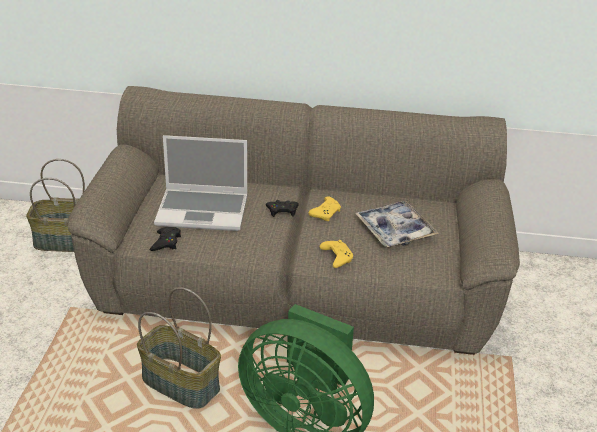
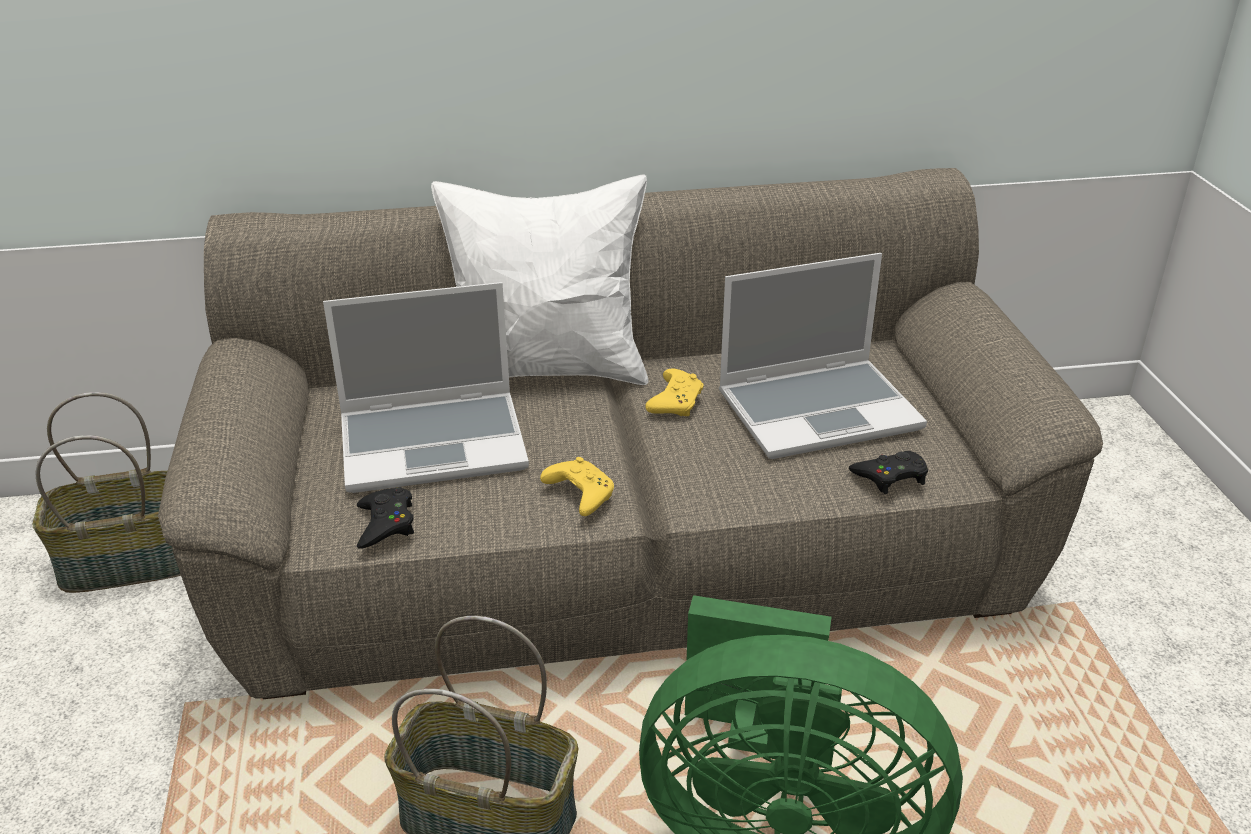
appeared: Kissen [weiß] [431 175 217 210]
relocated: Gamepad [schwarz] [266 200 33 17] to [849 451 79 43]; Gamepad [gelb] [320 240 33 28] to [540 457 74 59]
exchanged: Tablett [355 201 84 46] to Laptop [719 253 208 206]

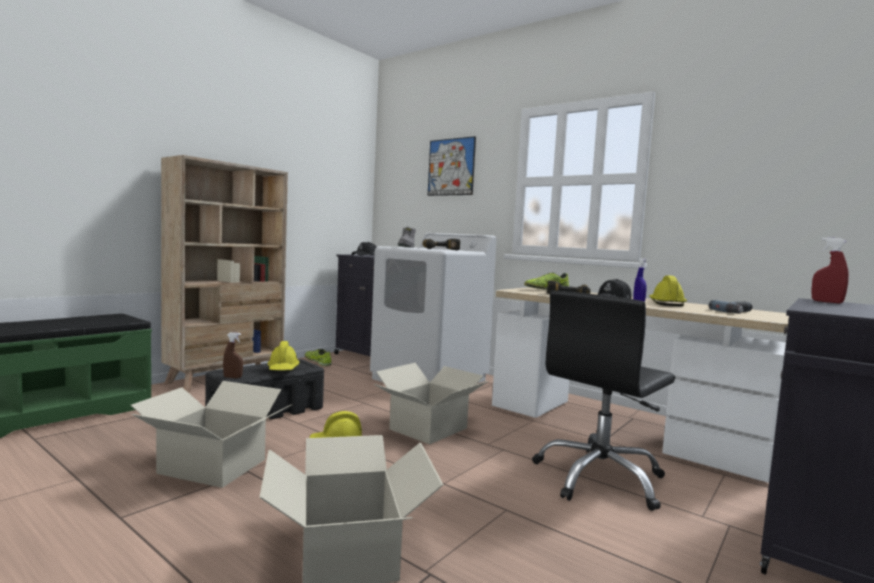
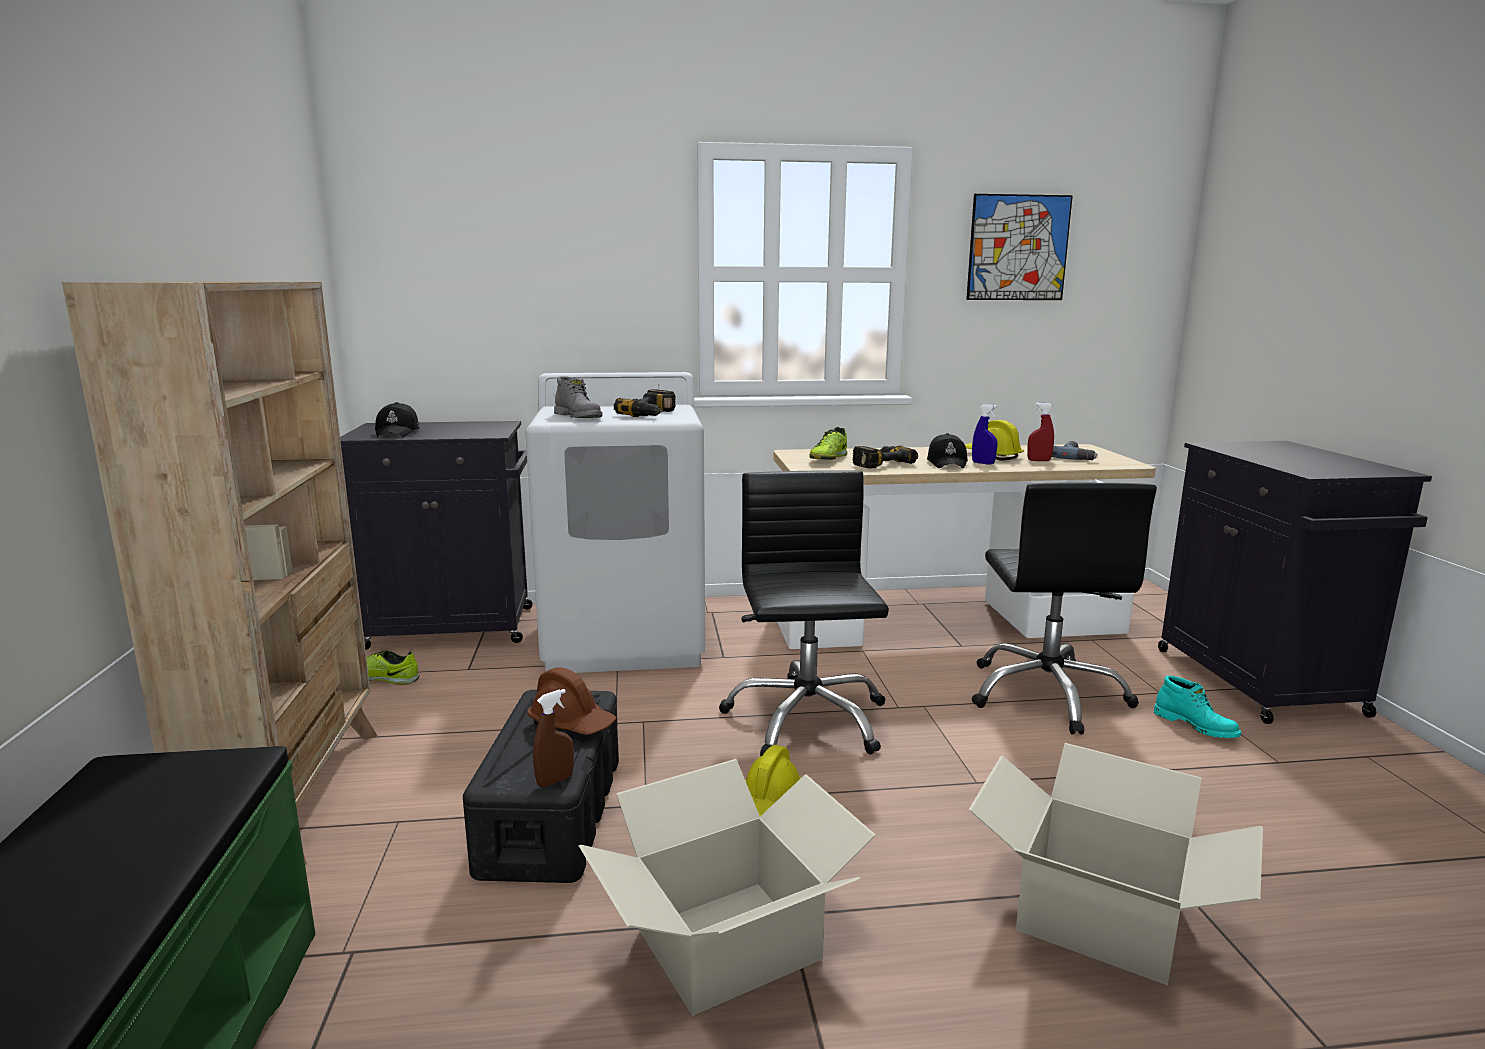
appeared: Stiefel [türkis] [1154 675 87 63]
relocated: Bild [427 136 49 60] to [966 194 107 106]; Sprühflasche [rot] [811 237 38 66] to [1027 402 27 59]
exchanged: Karton [374 363 114 81] to Bürostuhl [schwarz] [719 470 170 286]
colour: Schutzhelm [gelb] [267 341 32 30] to Schutzhelm [braun] [527 667 89 68]

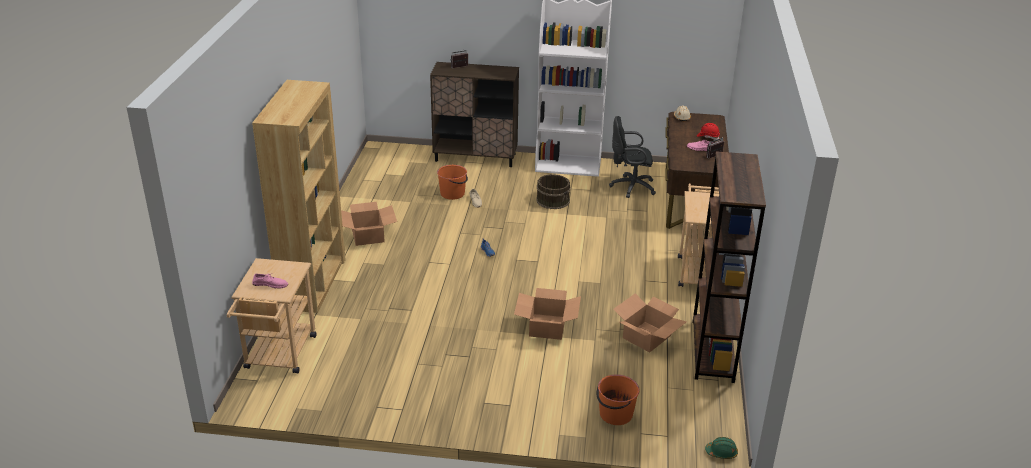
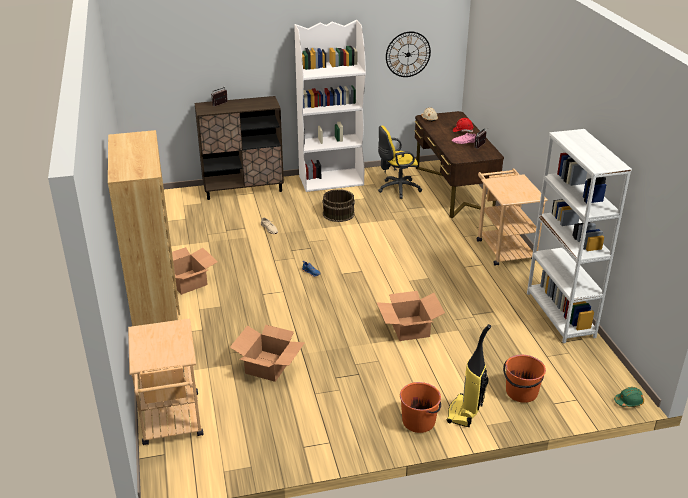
missing: Schuh [rosa] [252 273 36 16]
appeared: Wanduhr [386 31 45 46]; Staubsauger [447 324 44 103]
relocated: Eimer [orange] [437 165 31 35] to [400 382 41 51]; Karton [613 293 74 59] to [230 325 75 57]
colour: Bürostuhl [schwarz] [609 116 47 82] to Bürostuhl [gelb] [378 126 44 73]; Bücherregal [braun] [693 152 73 231] to Bücherregal [weiß] [527 129 105 214]

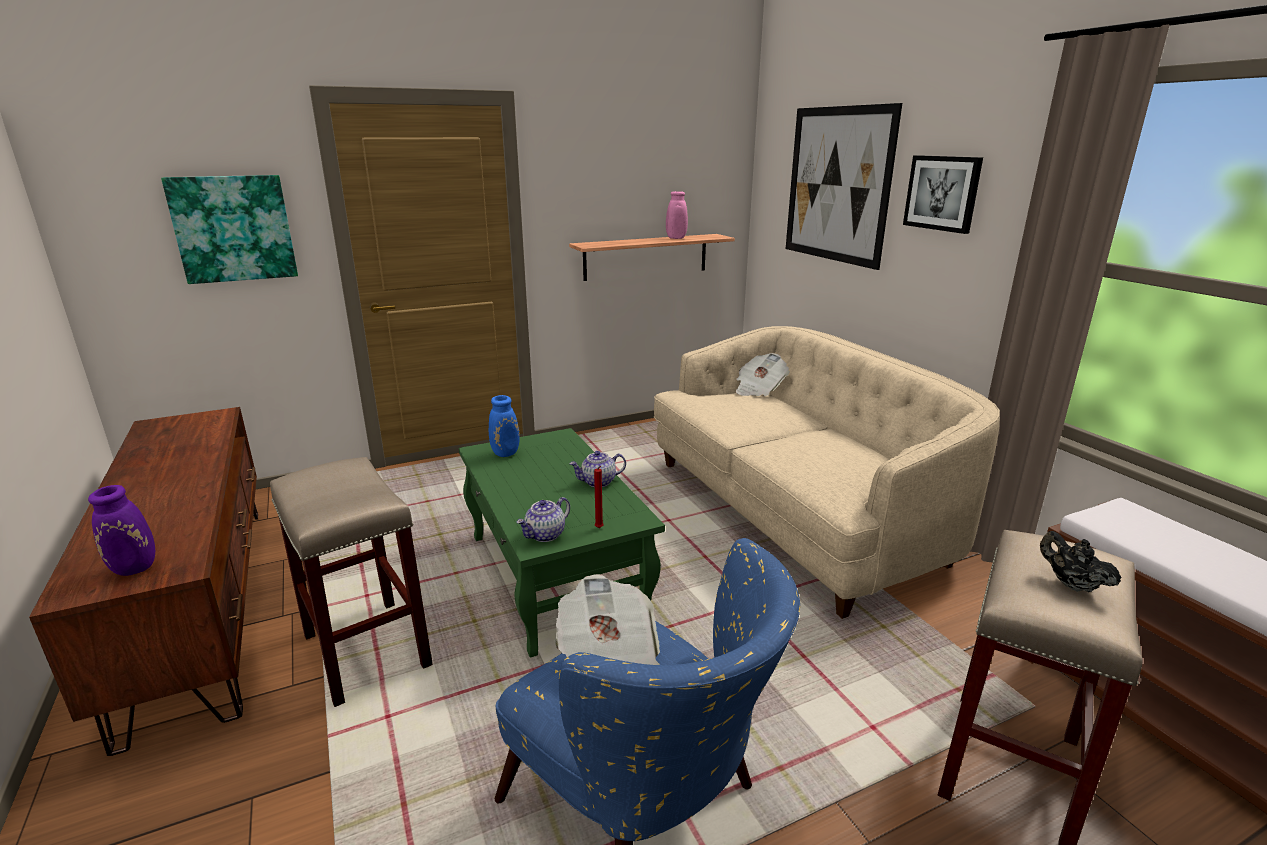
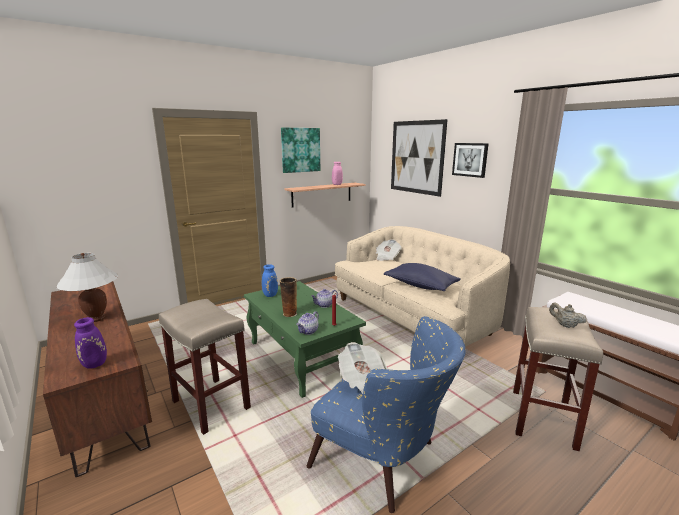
appeared: Tischlampe [weiß] [57 253 61 69]; Vase [279 277 18 40]; Kissen [blau] [384 263 77 28]
relocated: Bild [161 175 137 109] to [281 128 39 45]
colour: Teekanne [schwarz] [1040 531 82 61] to Teekanne [beige] [549 302 38 26]

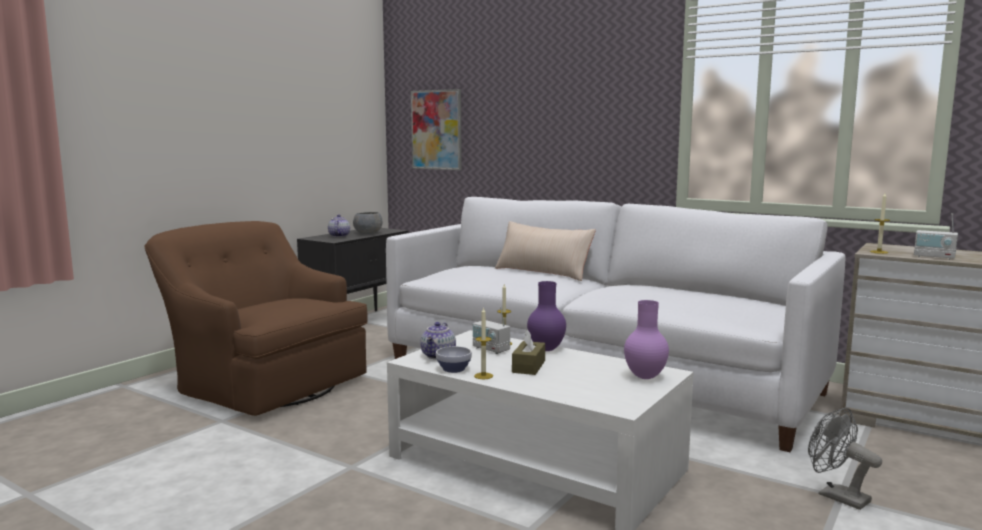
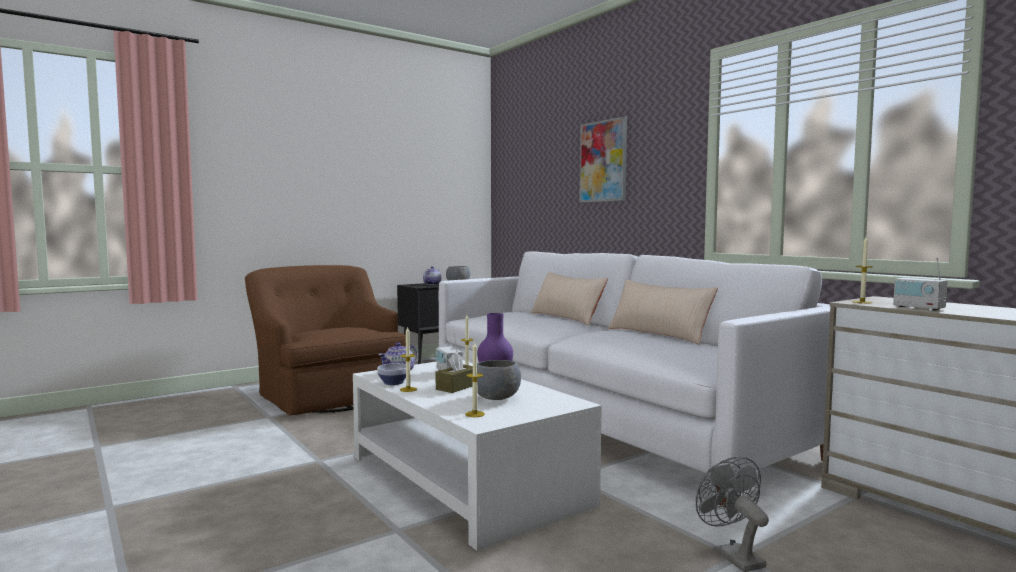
missing: Vase [lila] [624 300 45 79]
appeared: Kerze [465 343 20 74]; Schüssel [grau] [477 360 44 40]; Kissen [beige] [608 279 110 66]
relocated: Bild [411 89 51 81] to [579 116 48 87]

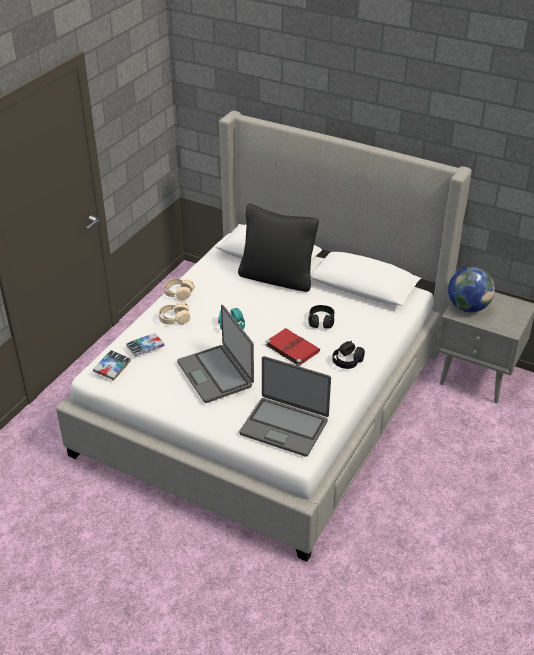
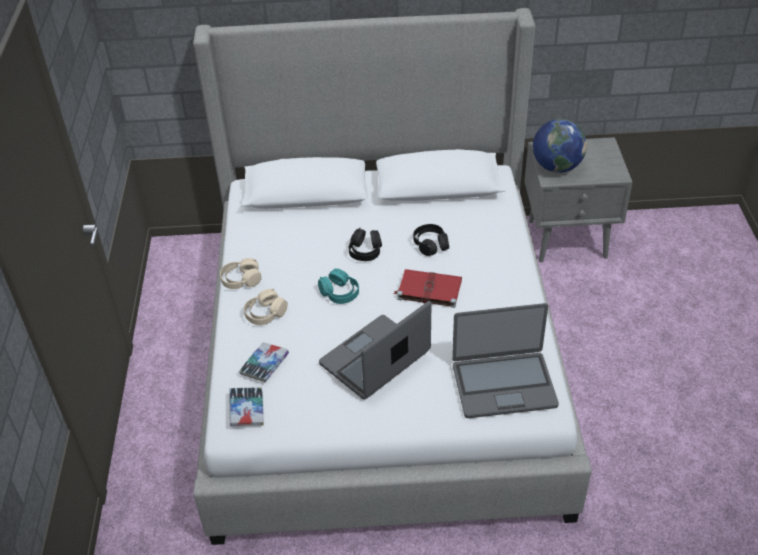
missing: Kissen [schwarz] [238 204 81 88]
relocated: Kopfhörer [schwarz] [332 341 33 28] to [349 228 33 33]
spun: Laptop [177 305 77 98] = [319 301 112 98] 105 degrees clockwise

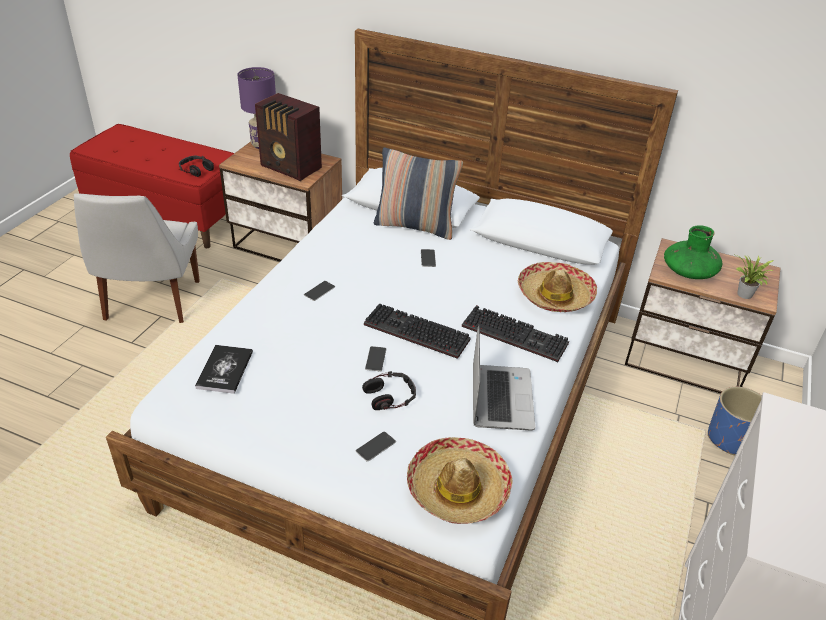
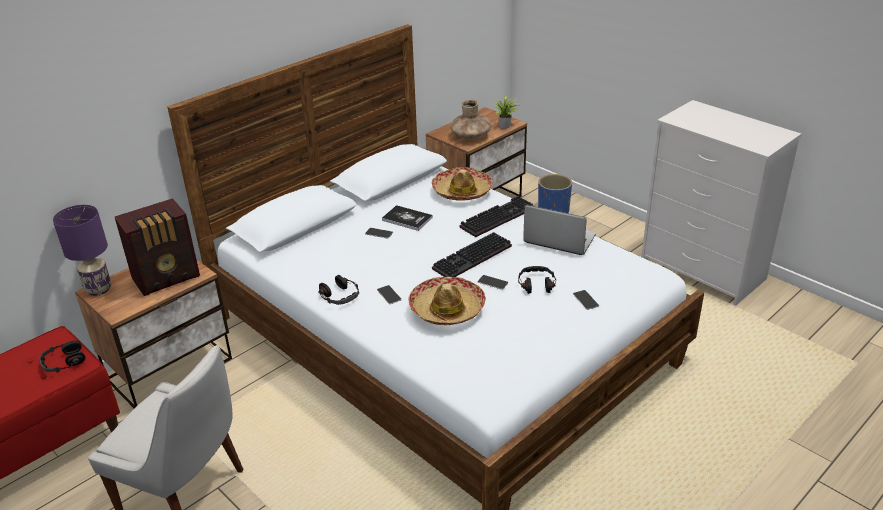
missing: Kissen [374 148 89 92]
appeared: Kopfhörer [318 275 41 30]
relocated: Buch [195 345 58 49] to [382 205 51 26]; Hut [407 437 106 87] to [408 277 78 48]
colour: Vase [grün] [664 225 58 54] to Vase [braun] [450 100 41 40]

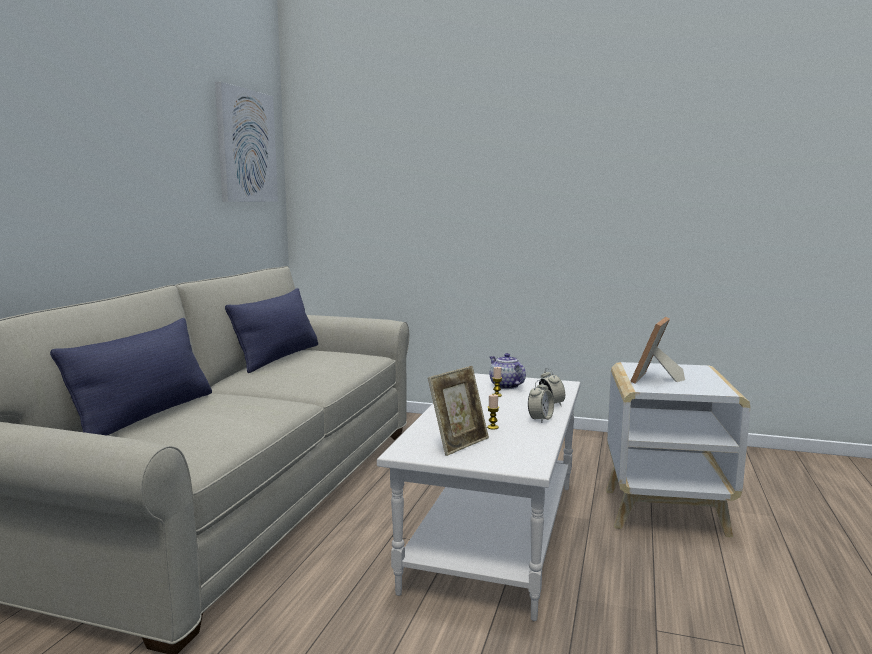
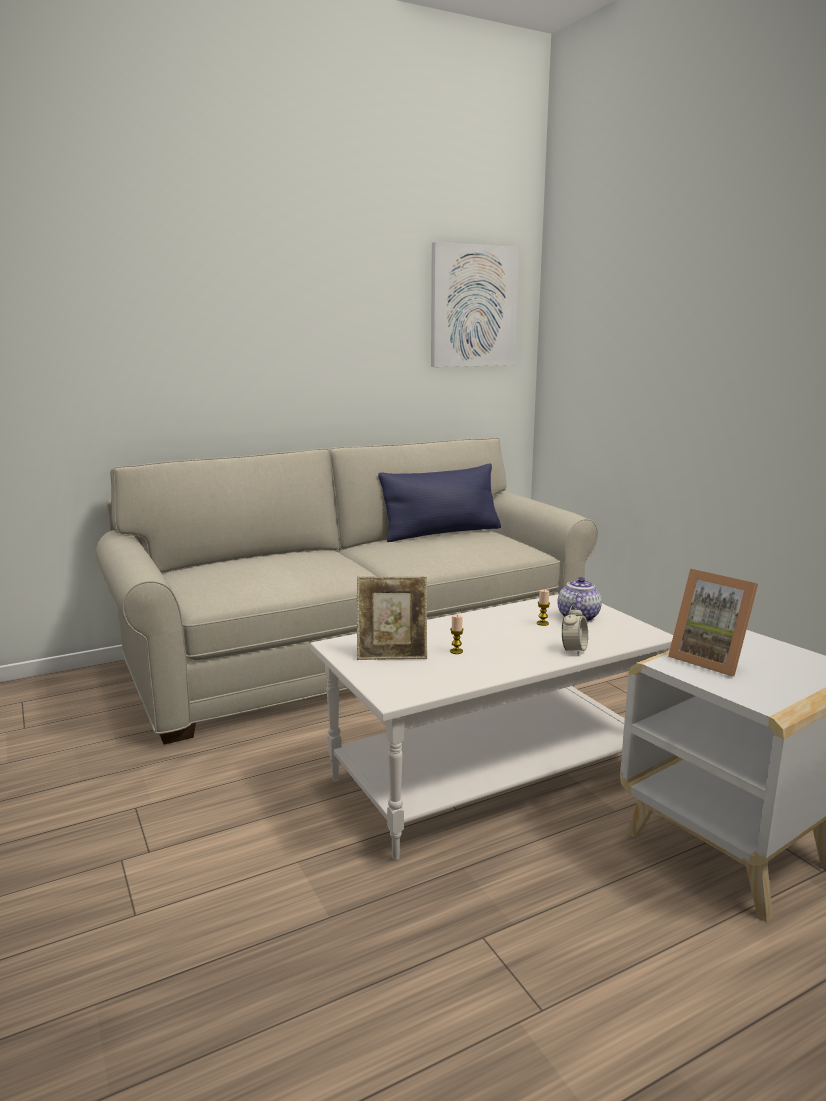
missing: Kissen [blau] [50 318 162 117]; Wecker [528 380 26 43]
spun: Bilderrahmen [630 317 55 67] = [668 569 90 107] 120 degrees counterclockwise

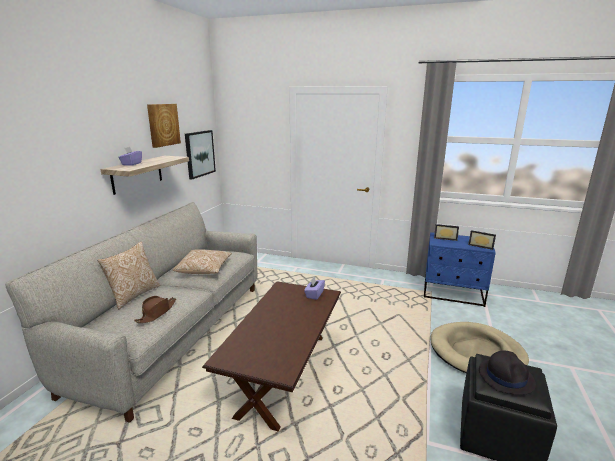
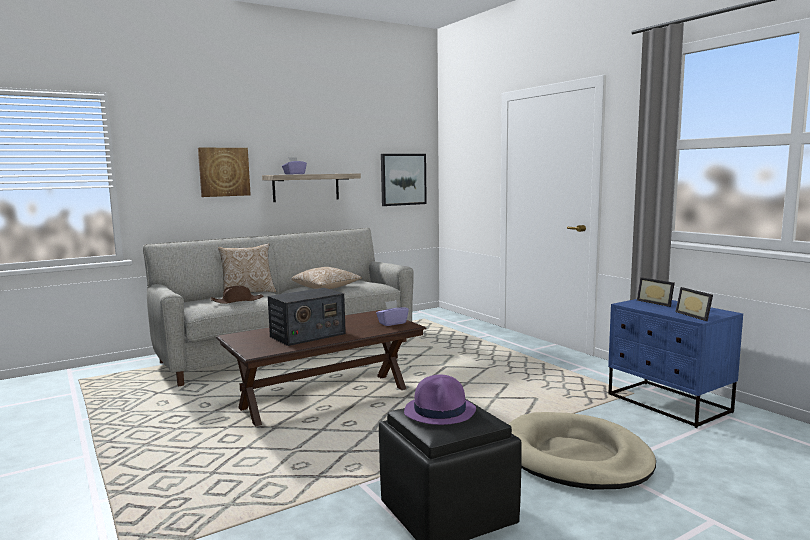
appeared: Radio [268 288 78 58]
relocated: Bild [147 104 34 44] to [198 148 53 49]
colour: Hut [schwarz] [479 351 57 44] to Hut [lila] [404 375 72 50]

